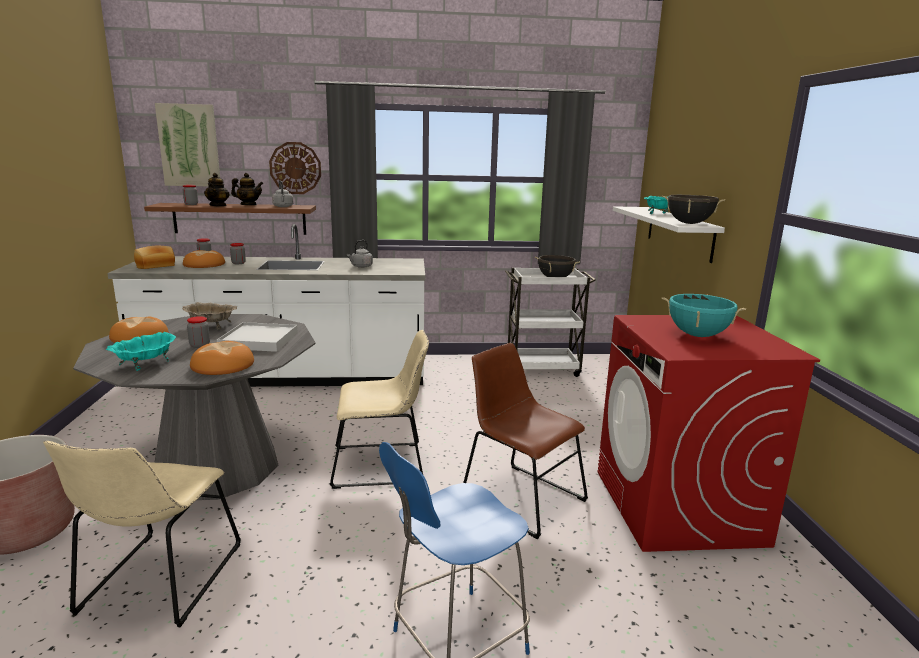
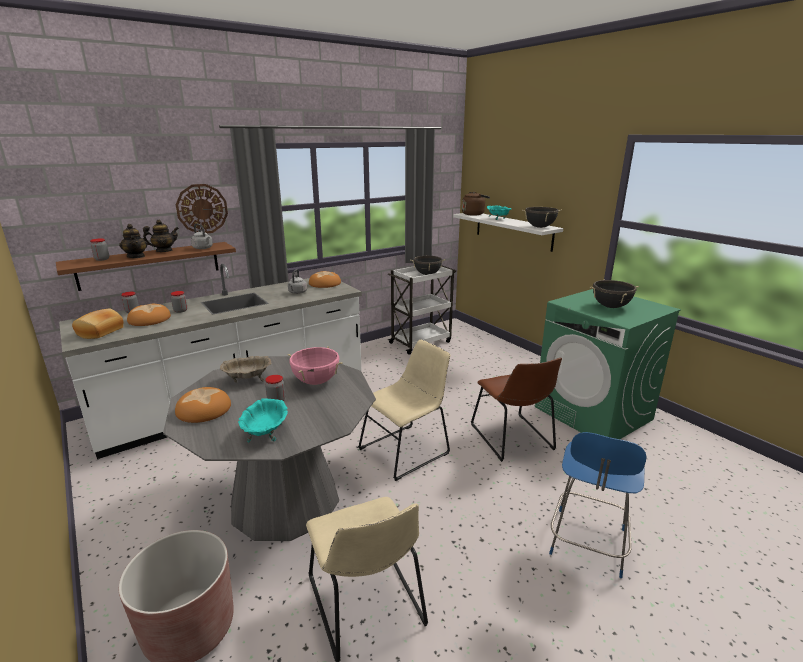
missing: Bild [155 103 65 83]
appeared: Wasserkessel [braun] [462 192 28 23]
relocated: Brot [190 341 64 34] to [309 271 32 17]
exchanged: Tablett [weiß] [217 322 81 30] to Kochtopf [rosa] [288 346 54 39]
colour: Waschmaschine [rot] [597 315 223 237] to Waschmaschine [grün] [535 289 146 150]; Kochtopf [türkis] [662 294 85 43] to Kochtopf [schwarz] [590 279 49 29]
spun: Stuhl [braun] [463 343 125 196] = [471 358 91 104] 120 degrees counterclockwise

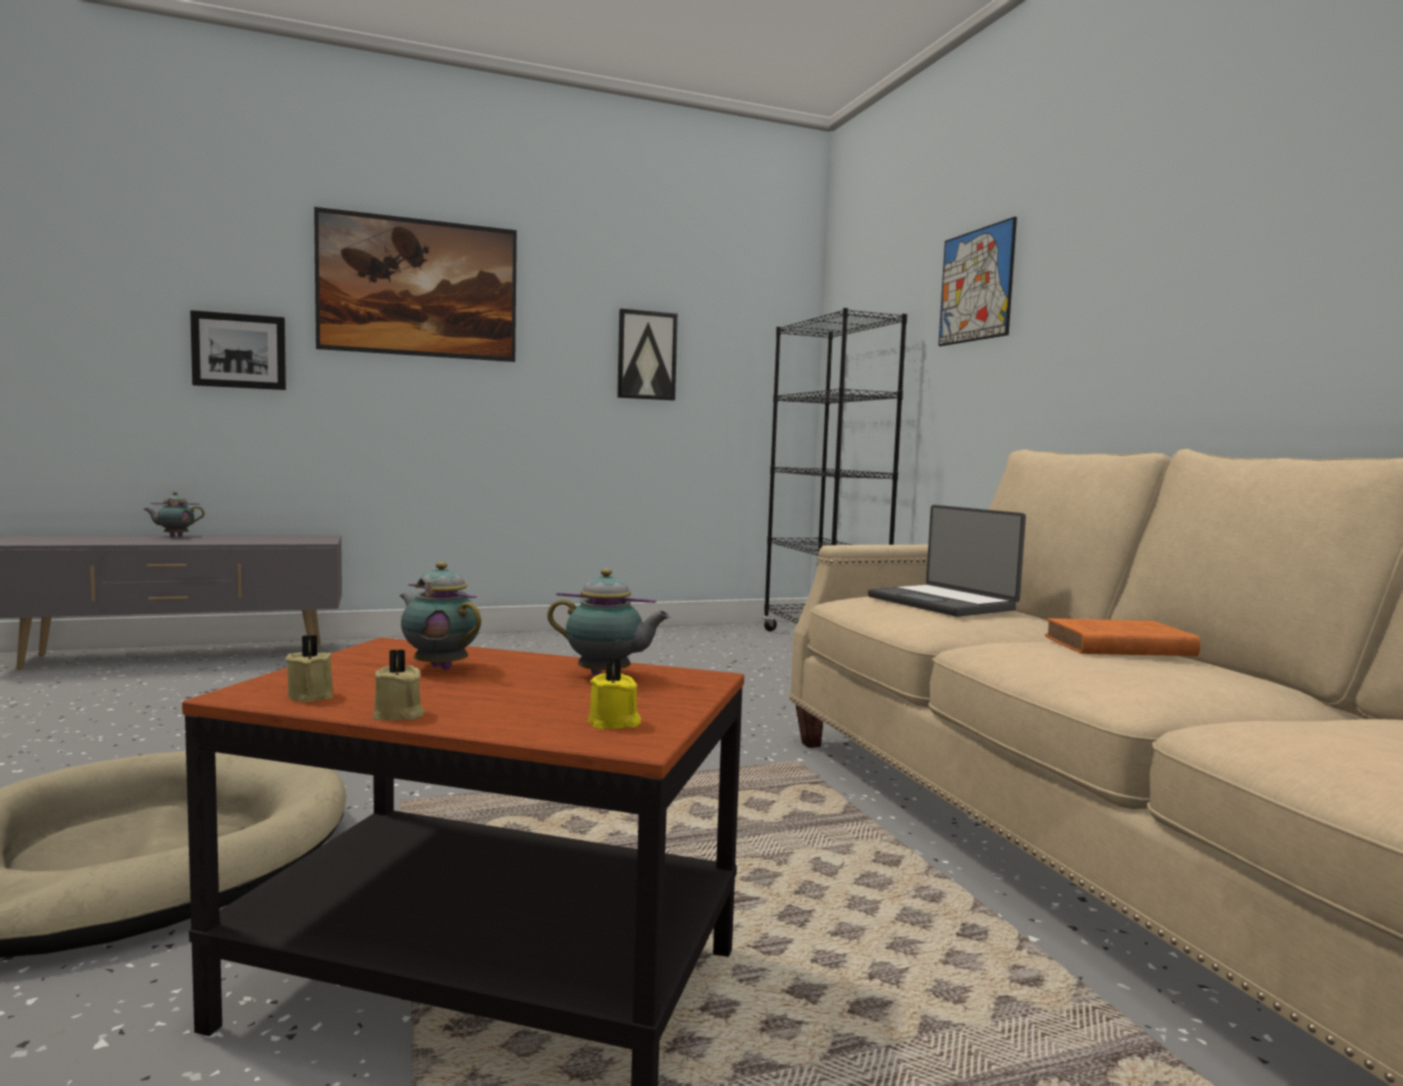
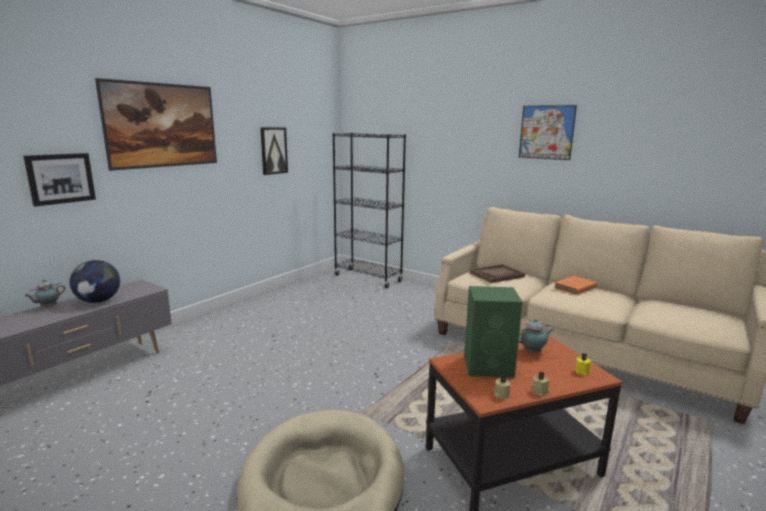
appeared: Globus [70 260 50 43]
relocated: Bild [938 217 79 129] to [519 105 58 55]
exchanged: Teekanne [400 562 81 108] to Lautsprecher [grün] [464 286 59 92]; Laptop [868 505 158 112] to Tablett [braun] [470 264 55 19]

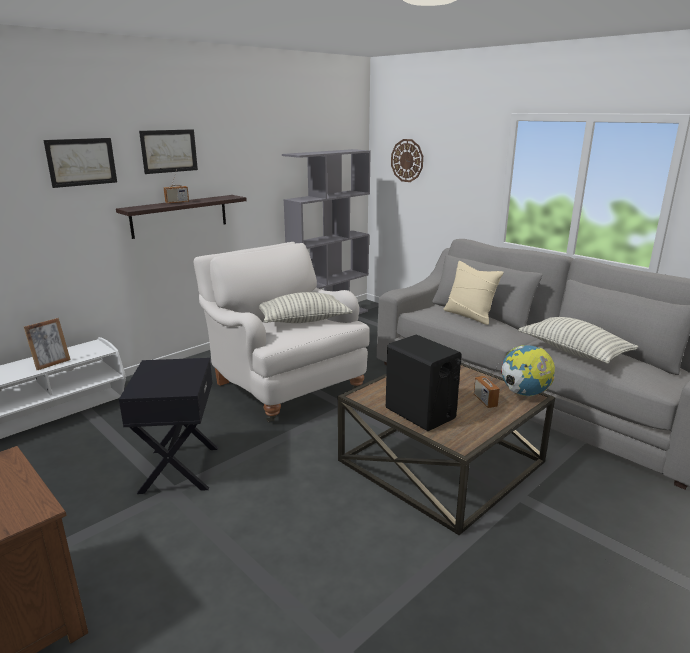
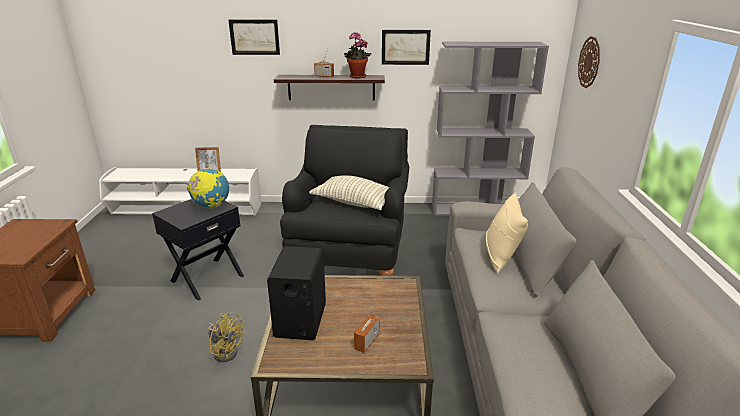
missing: Kissen [518 317 120 47]
appeared: Ventilator [gelb] [208 313 35 49]; Topfpflanze [344 32 27 47]
relocated: Bild [139 129 59 45] to [382 30 49 35]; Globus [501 345 54 51] to [187 168 42 40]
colour: Sessel [weiß] [194 242 176 180] to Sessel [schwarz] [280 125 129 151]

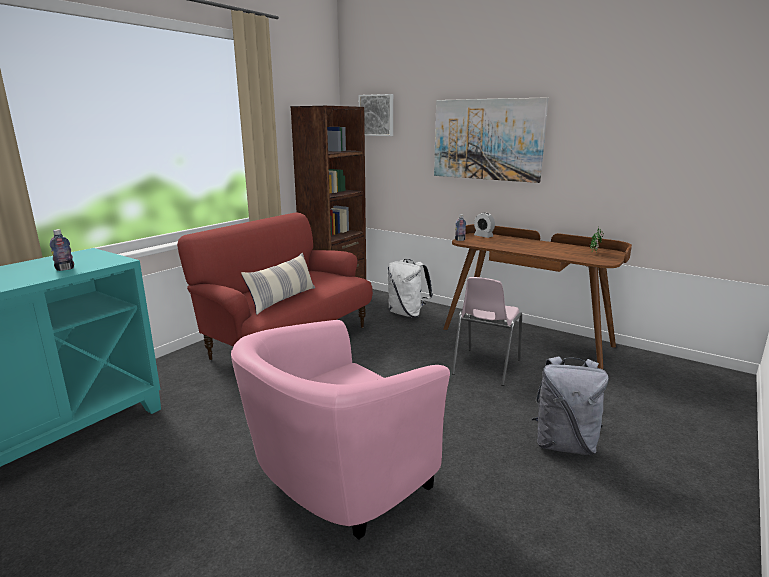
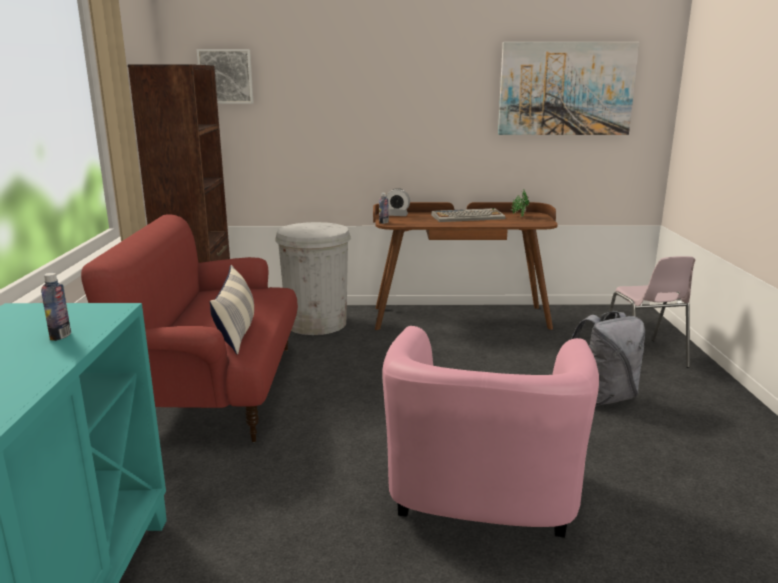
appeared: Tastatur [431 208 74 14]
relocated: Bild [434 97 115 86] to [498 42 141 93]; Stuhl [rosa] [452 277 70 109] to [608 256 87 112]
exchanged: Rucksack [weiß] [388 259 45 59] to Mülleimer [weiß] [275 222 76 113]

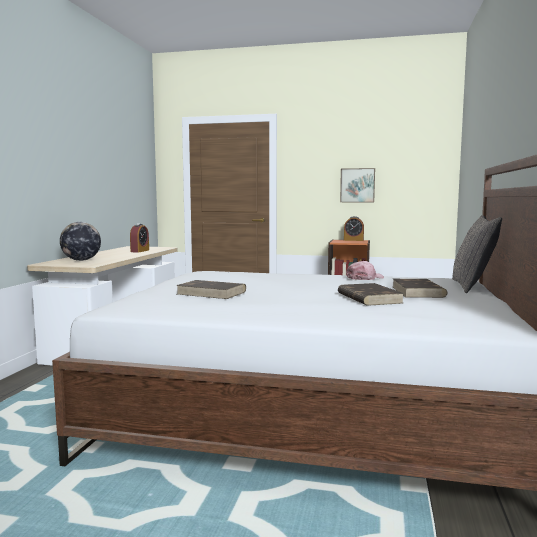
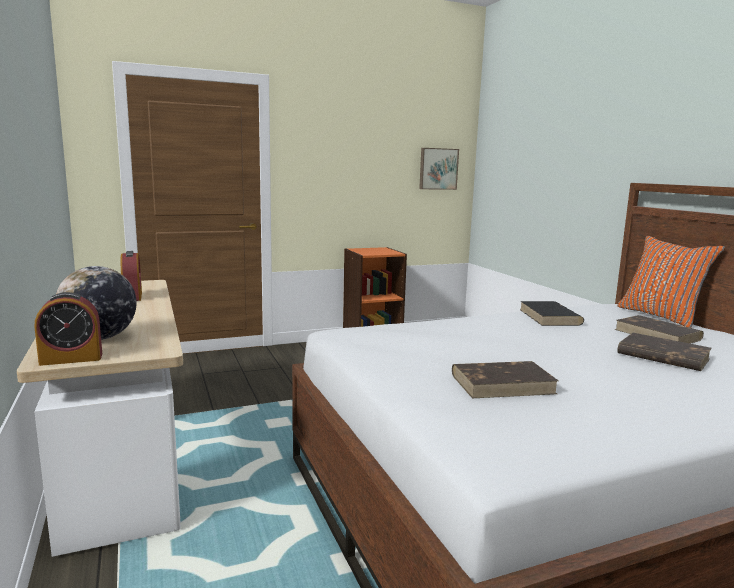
relocated: Bild [340 168 35 34] to [419 148 40 42]; Wecker [344 216 20 25] to [35 292 67 74]
exchanged: Kappe [rosa] [346 261 38 19] to Buch [schwarz] [520 301 64 25]
colour: Kissen [grau] [452 215 50 78] to Kissen [orange] [617 236 108 92]

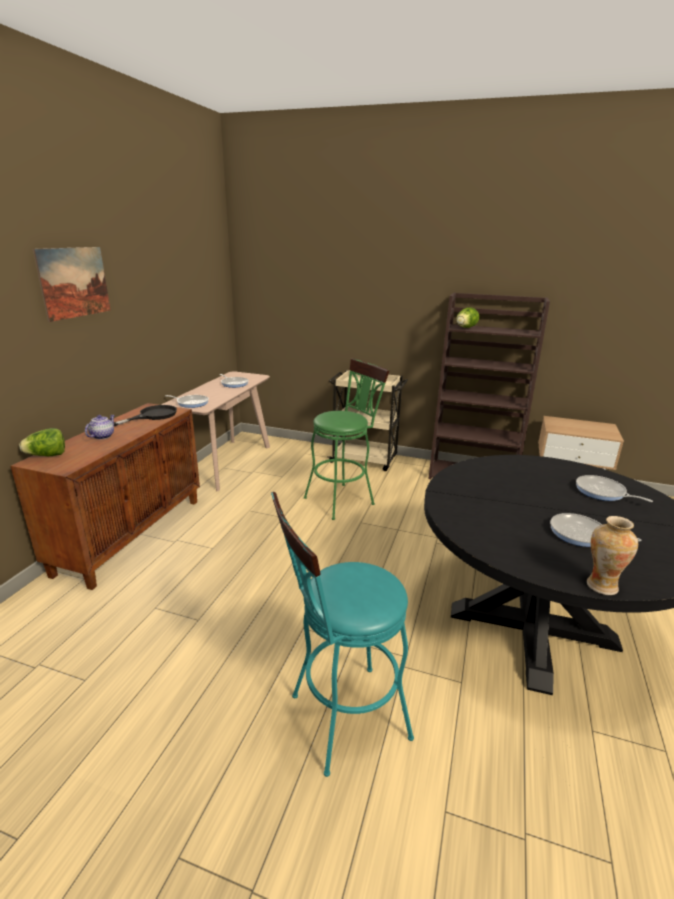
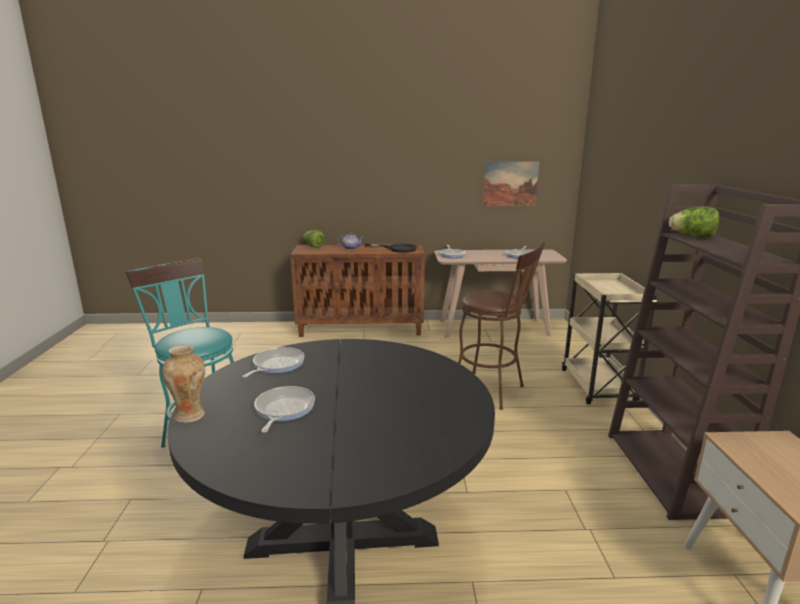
relocated: Bild [33 247 78 75] to [483 162 56 44]; Pfanne [576 475 77 27] to [242 347 62 31]
colour: Hocker [grün] [304 358 86 162] to Hocker [braun] [458 243 87 167]

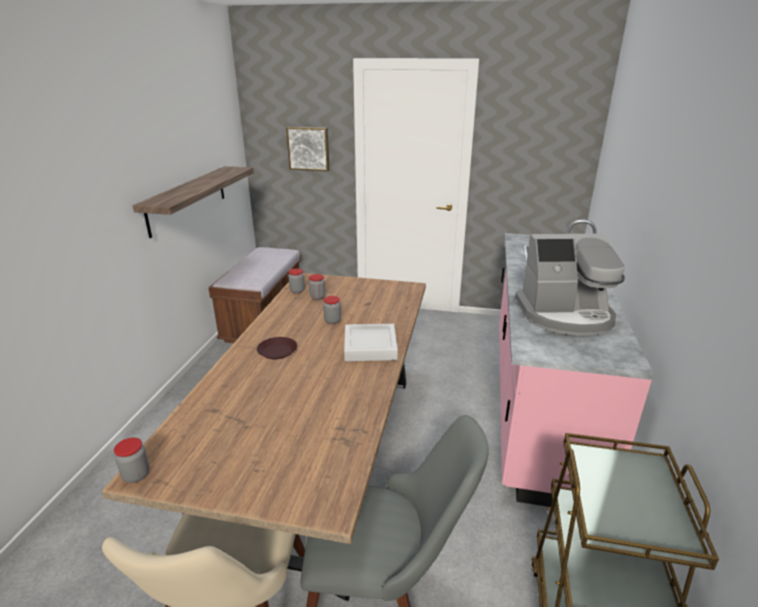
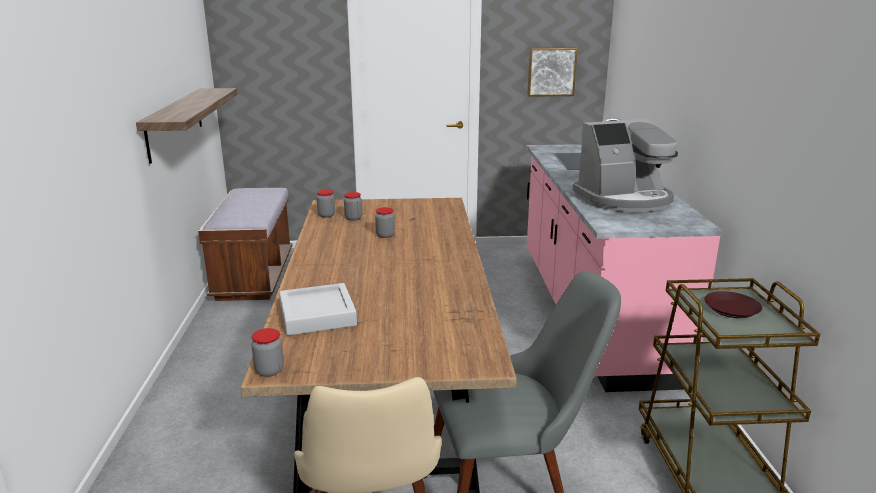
relocated: Teller [braun] [257 337 40 22] to [705 291 57 27]; Bild [286 127 43 44] to [527 48 51 49]; Tablett [grau] [344 324 54 37] to [279 283 78 53]

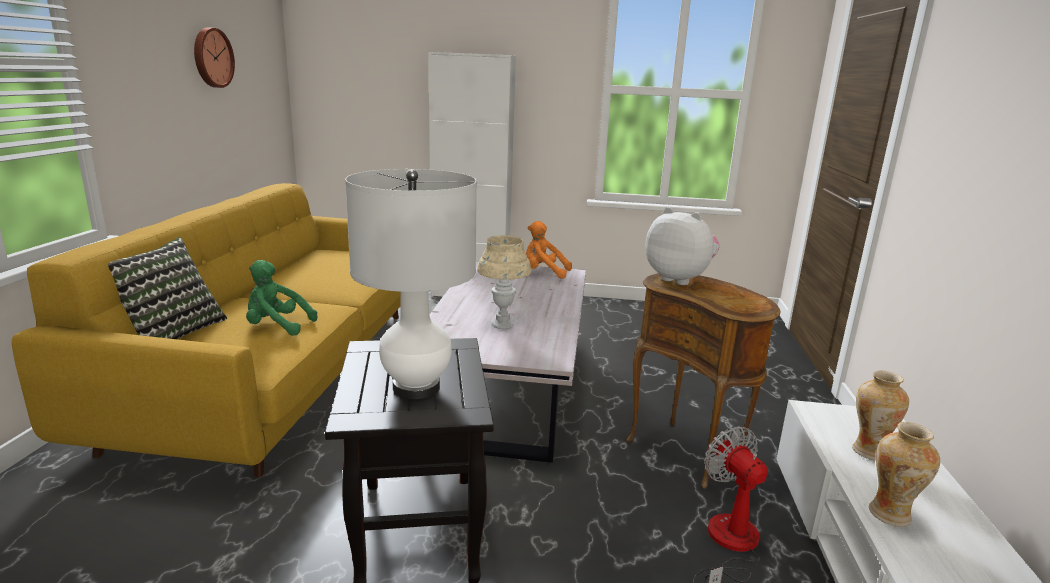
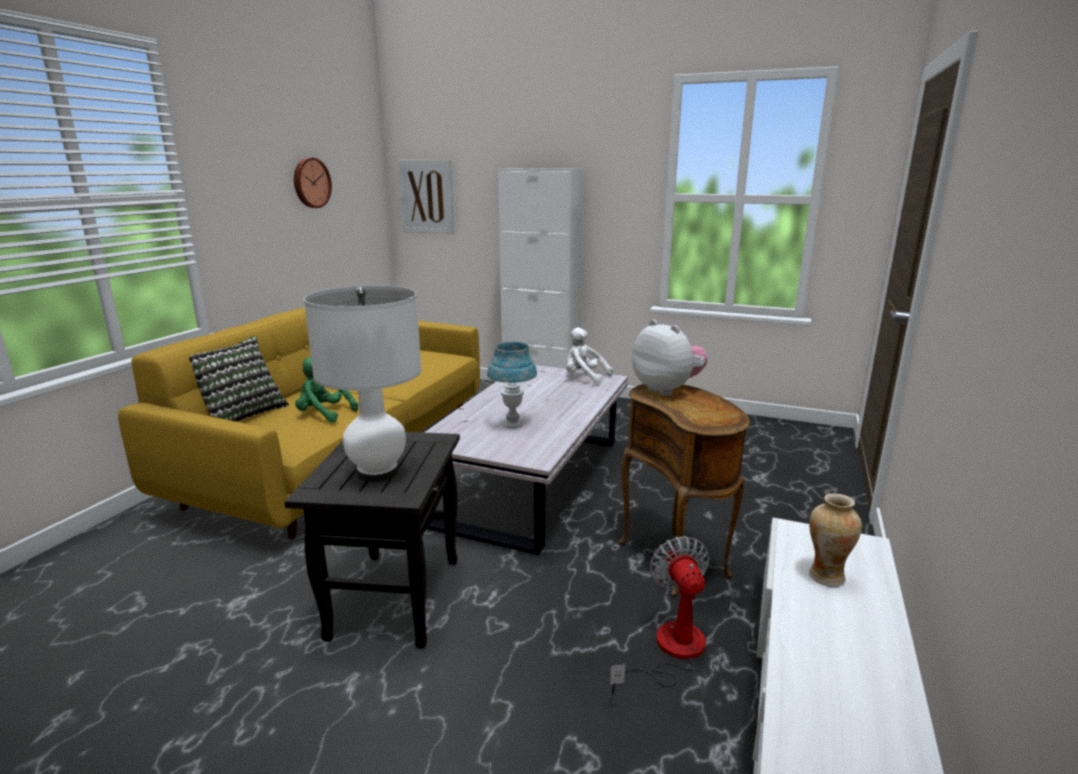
missing: Vase [869 422 71 105]
appeared: Bild [398 160 56 74]
colour: Tischlampe [beige] [477 235 54 94] to Tischlampe [blau] [487 342 50 86]; Plüschtier [orange] [526 221 46 58] to Plüschtier [weiß] [566 327 47 57]

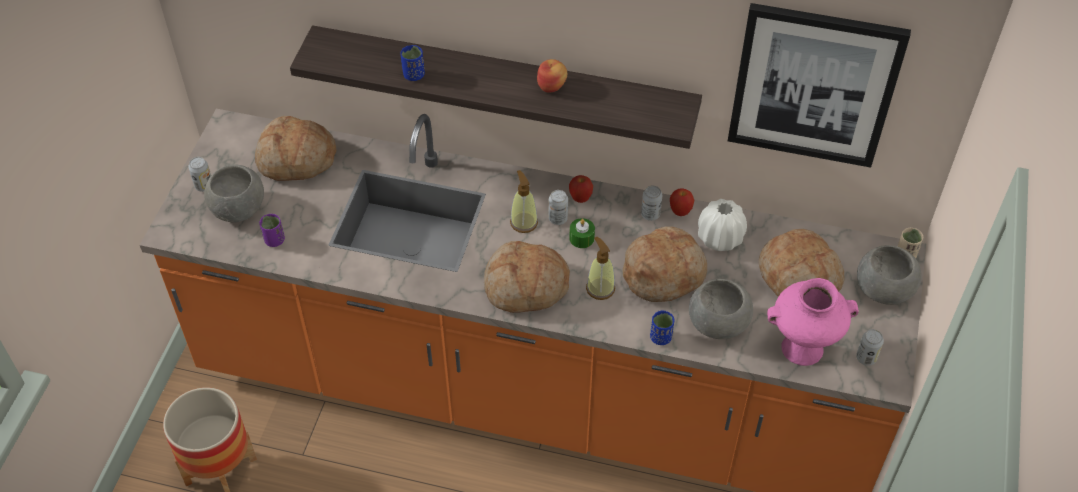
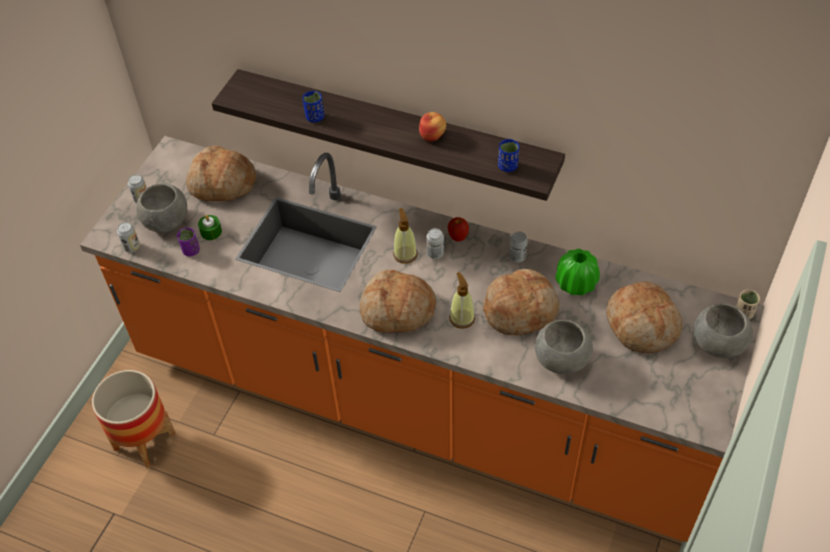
missing: Apfel [670 188 24 28]; Bild [728 3 183 165]; Vase [rosa] [767 278 92 88]
relocated: Kerze [grün] [569 218 26 30] to [198 215 24 25]; Tasse [blau] [650 311 24 34] to [498 139 21 33]; Dose [856 329 28 37] to [117 222 23 31]
colour: Vase [weiß] [698 199 49 52] to Vase [grün] [555 248 45 47]

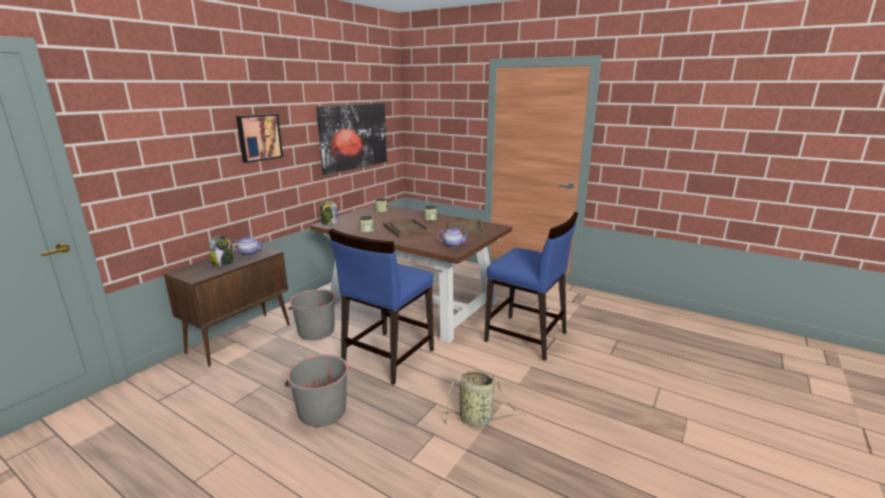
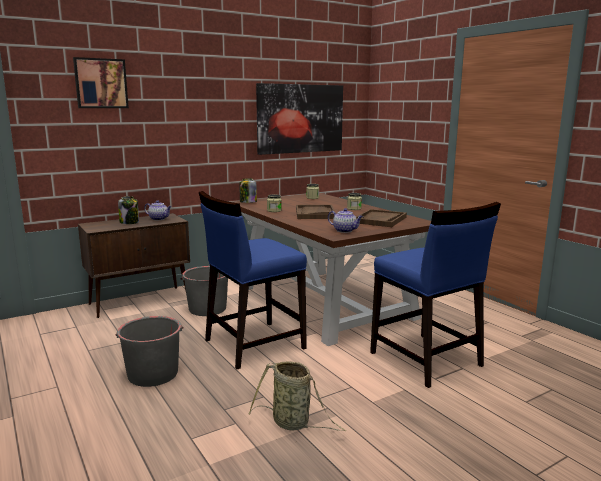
relocated: Bild [236 114 47 49] to [73 57 56 51]

